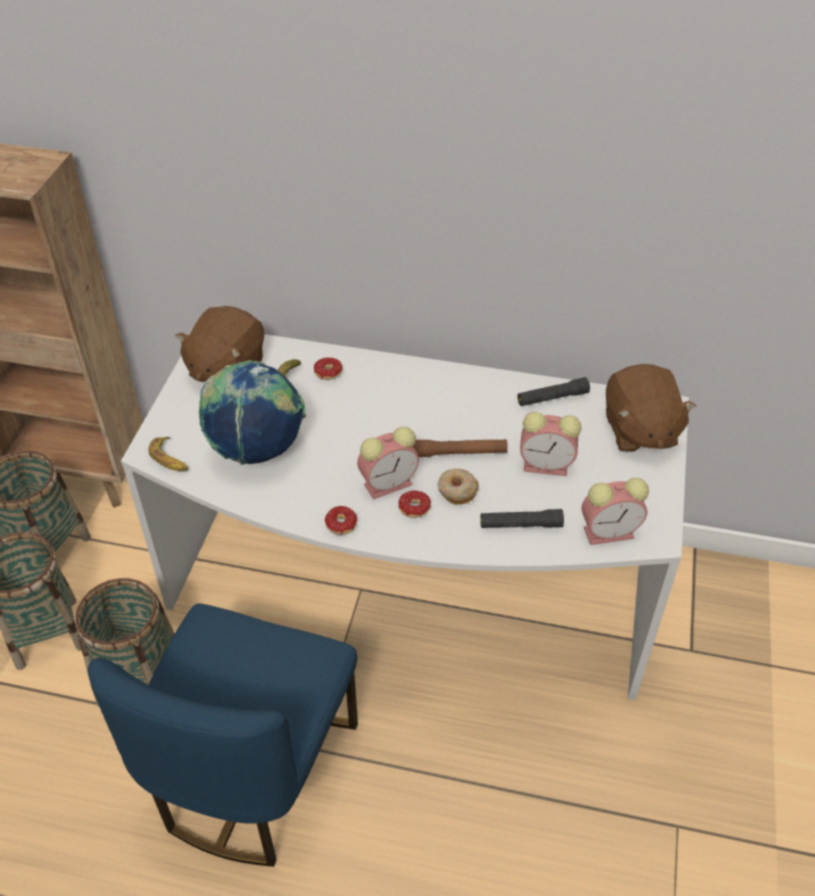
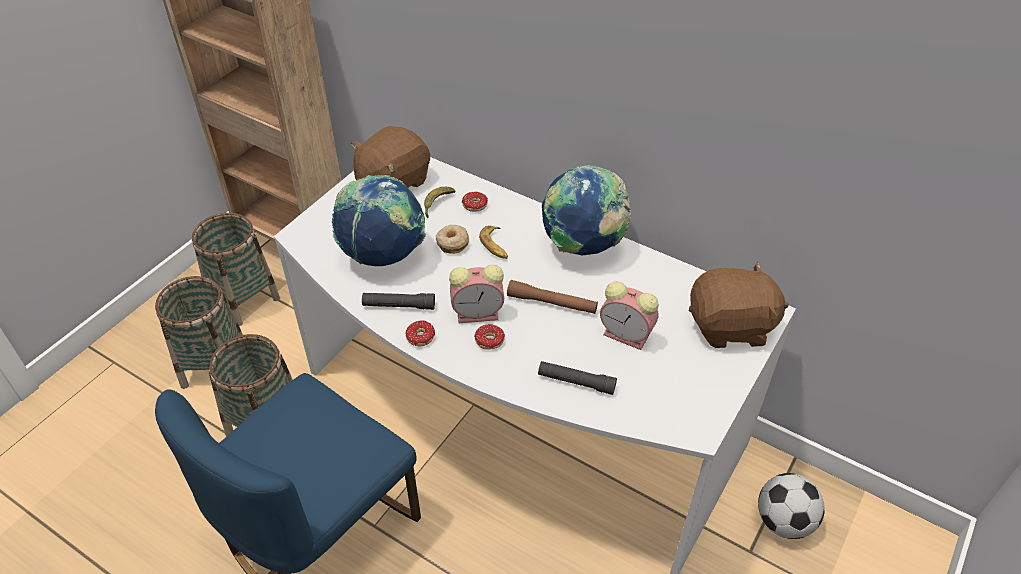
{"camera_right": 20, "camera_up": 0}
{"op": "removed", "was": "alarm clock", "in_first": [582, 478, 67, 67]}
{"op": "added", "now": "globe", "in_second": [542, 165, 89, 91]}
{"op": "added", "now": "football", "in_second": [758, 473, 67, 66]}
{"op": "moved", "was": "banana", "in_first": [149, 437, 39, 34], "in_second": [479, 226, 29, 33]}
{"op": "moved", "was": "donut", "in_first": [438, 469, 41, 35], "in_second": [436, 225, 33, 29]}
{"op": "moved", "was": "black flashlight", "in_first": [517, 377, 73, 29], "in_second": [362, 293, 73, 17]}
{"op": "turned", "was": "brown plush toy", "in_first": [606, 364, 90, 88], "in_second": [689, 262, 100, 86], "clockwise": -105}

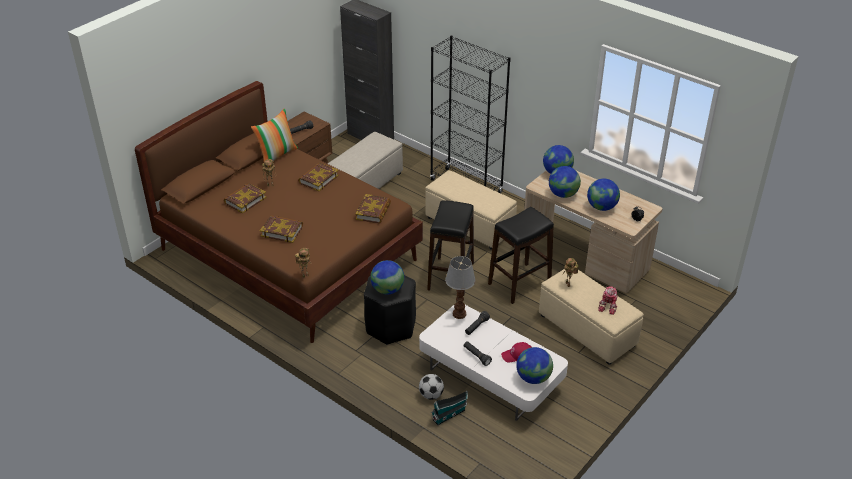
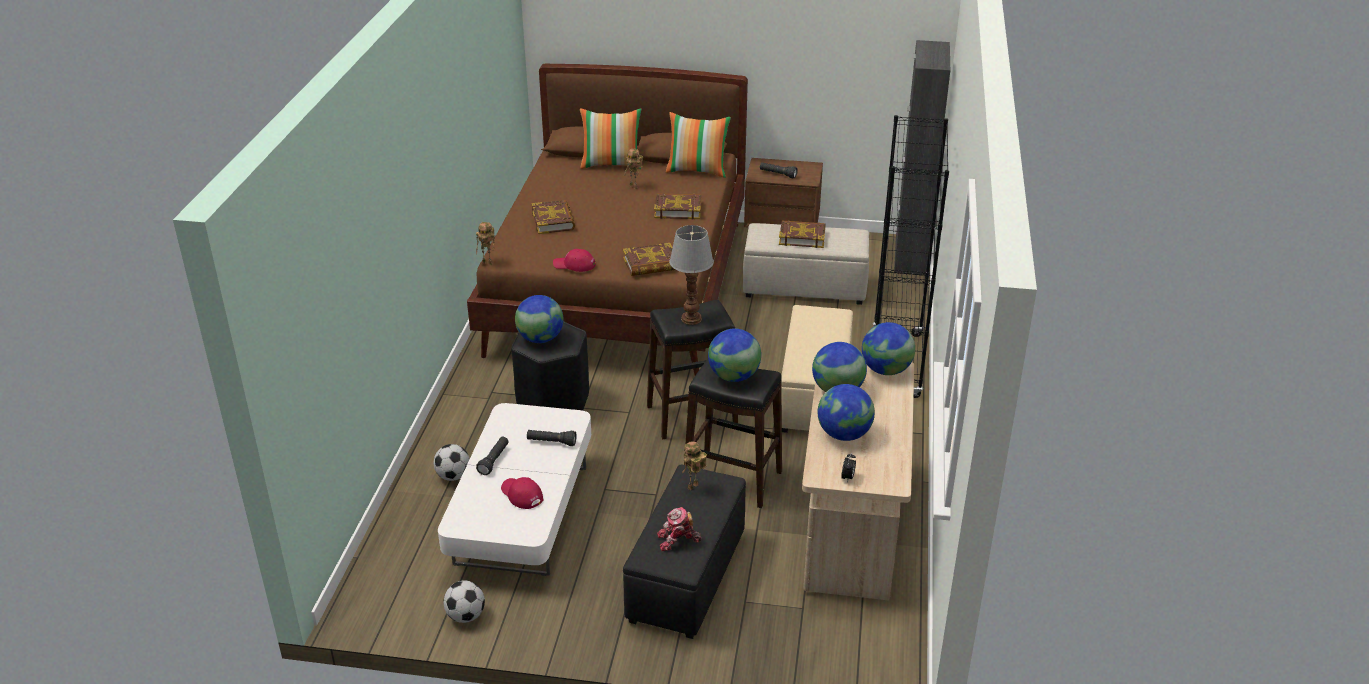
{"camera_right": 60, "camera_up": -5}
{"op": "removed", "was": "toy house", "in_first": [431, 391, 37, 34]}
{"op": "added", "now": "football", "in_second": [444, 581, 41, 42]}
{"op": "added", "now": "red cap", "in_second": [553, 249, 43, 23]}
{"op": "added", "now": "pillow", "in_second": [580, 108, 61, 61]}
{"op": "moved", "was": "book", "in_first": [224, 183, 43, 30], "in_second": [779, 220, 47, 28]}
{"op": "moved", "was": "table lamp", "in_first": [445, 256, 31, 63], "in_second": [669, 225, 45, 100]}
{"op": "moved", "was": "globe", "in_first": [516, 347, 37, 37], "in_second": [708, 328, 53, 54]}
{"op": "recoloured", "was": "beige ottoman", "now": "black ottoman", "in_first": [539, 269, 104, 96], "in_second": [623, 464, 123, 175]}

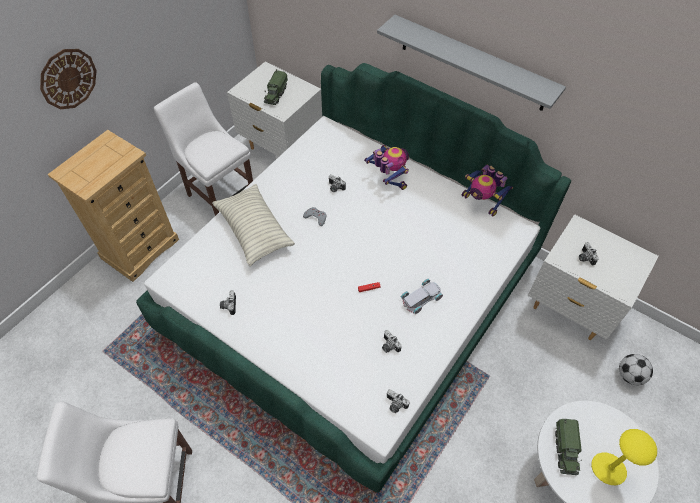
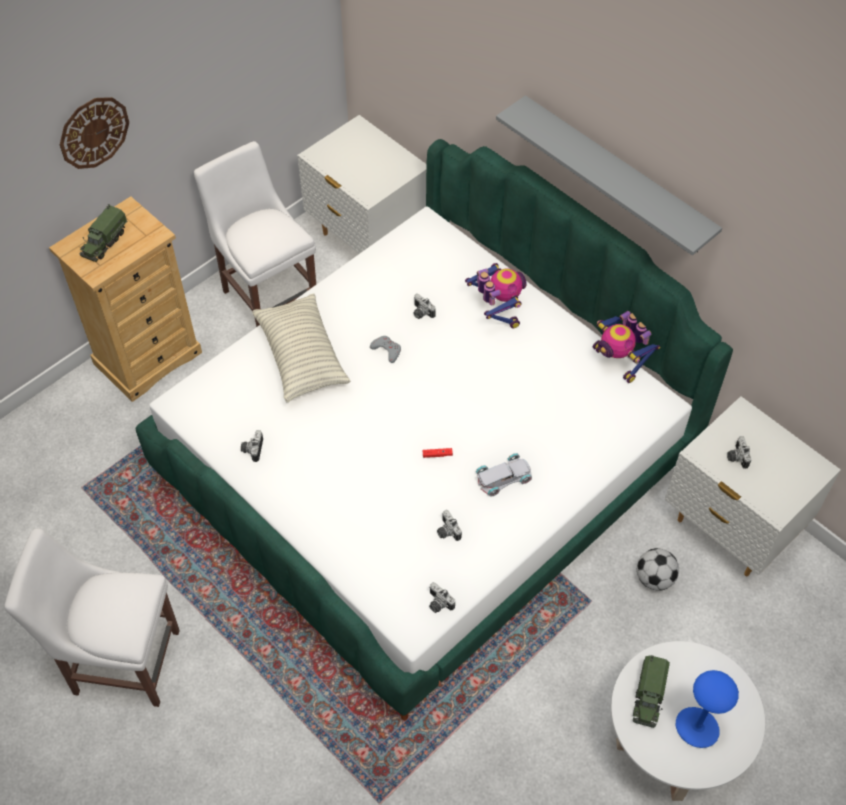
{"camera_right": 10, "camera_up": 0}
{"op": "moved", "was": "toy truck", "in_first": [264, 69, 24, 36], "in_second": [79, 204, 48, 58]}
{"op": "moved", "was": "football", "in_first": [619, 354, 34, 31], "in_second": [637, 548, 42, 43]}
{"op": "recoloured", "was": "yellow table lamp", "now": "blue table lamp", "in_first": [591, 429, 66, 56], "in_second": [676, 670, 63, 78]}

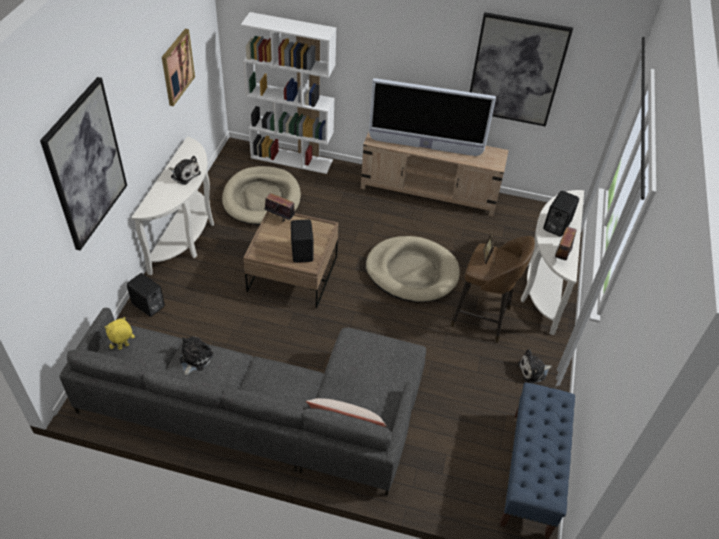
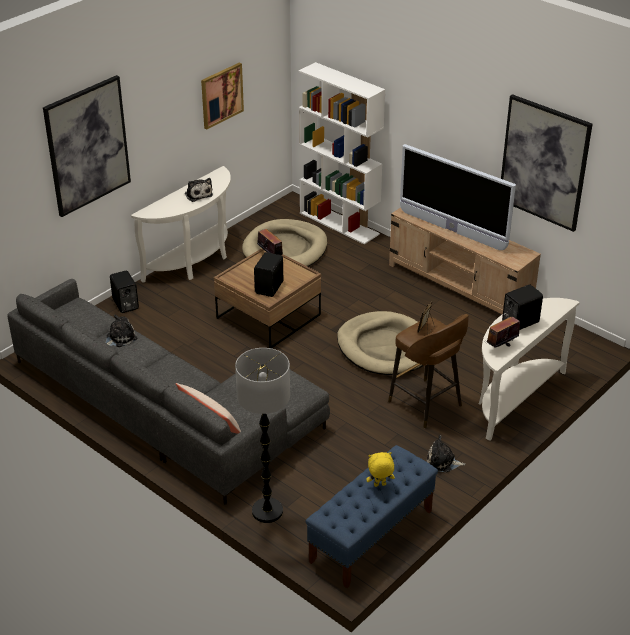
{"camera_right": 30, "camera_up": -10}
{"op": "added", "now": "floor lamp", "in_second": [235, 348, 55, 175]}
{"op": "moved", "was": "yellow plush toy", "in_first": [105, 317, 30, 33], "in_second": [366, 452, 29, 35]}

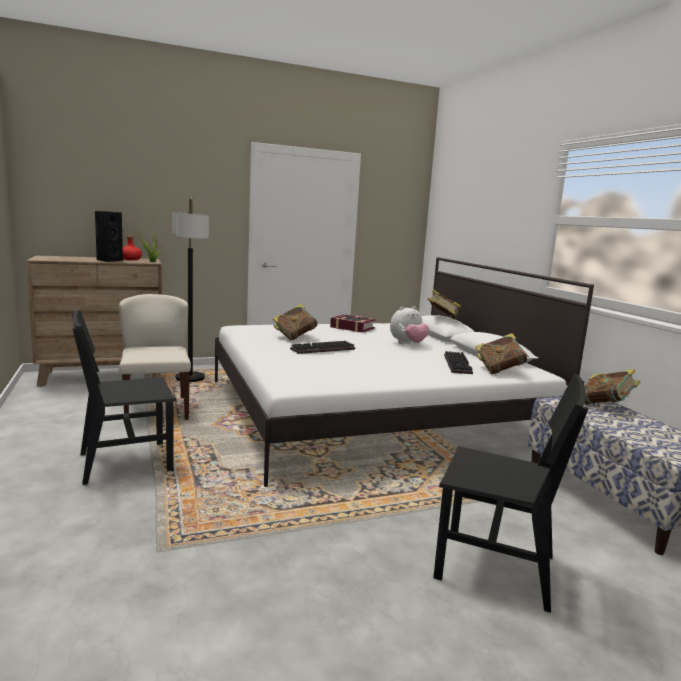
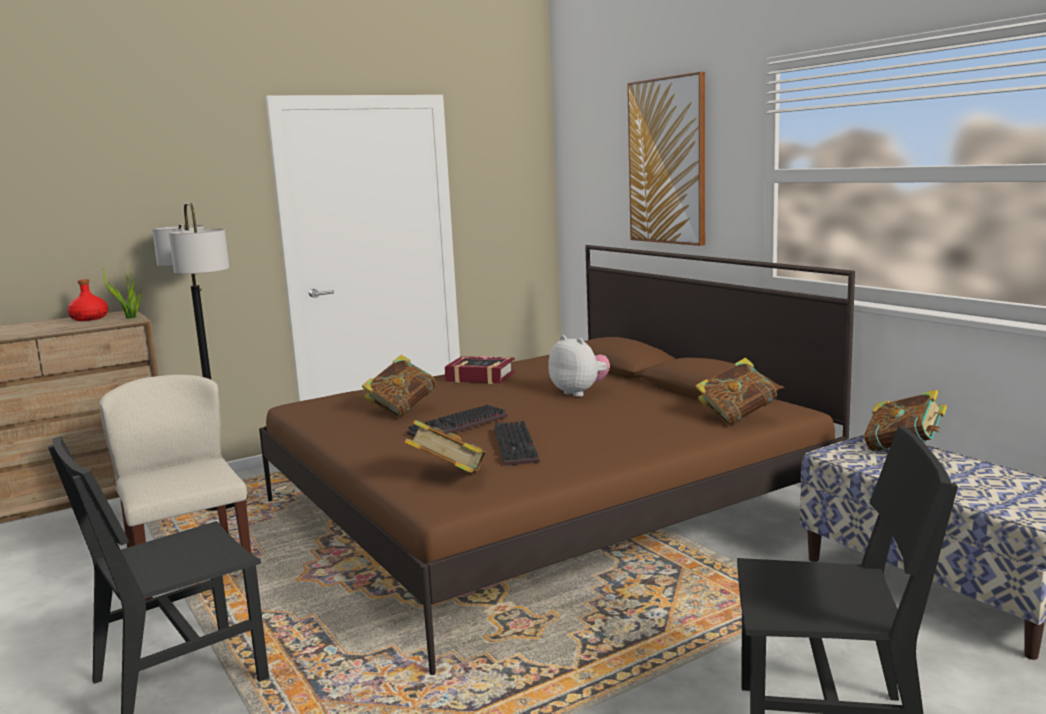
{"camera_right": -10, "camera_up": 0}
{"op": "removed", "was": "black speaker", "in_first": [95, 211, 28, 51]}
{"op": "added", "now": "picture", "in_second": [627, 72, 78, 174]}
{"op": "moved", "was": "book", "in_first": [427, 290, 34, 29], "in_second": [404, 420, 82, 53]}
{"op": "moved", "was": "keyboard", "in_first": [444, 351, 29, 23], "in_second": [494, 421, 46, 45]}
{"op": "recoloured", "was": "white bed", "now": "brown bed", "in_first": [215, 257, 379, 230], "in_second": [259, 245, 596, 430]}
{"op": "turned", "was": "plush toy", "in_first": [390, 306, 39, 38], "in_second": [548, 335, 62, 62], "clockwise": -90}

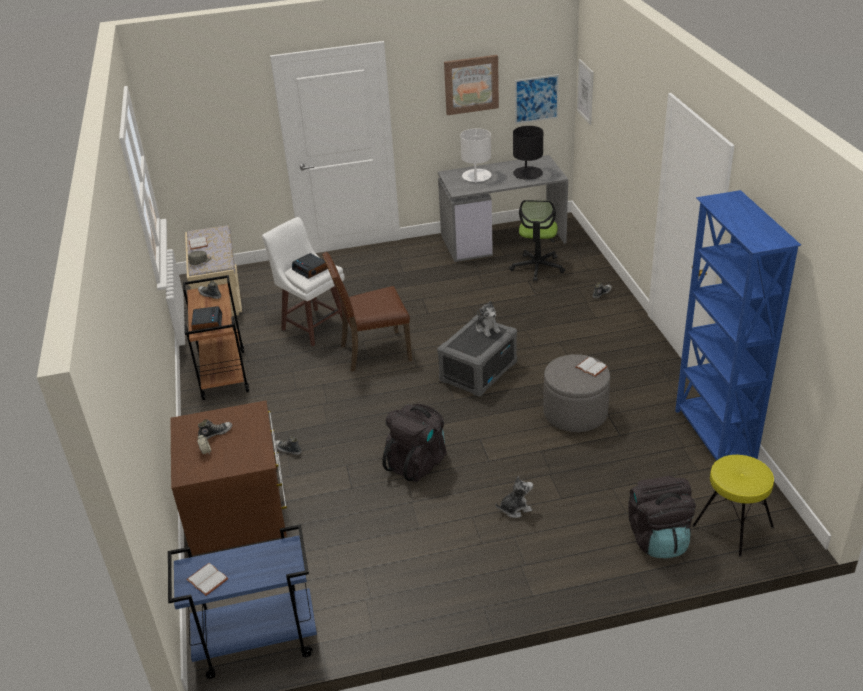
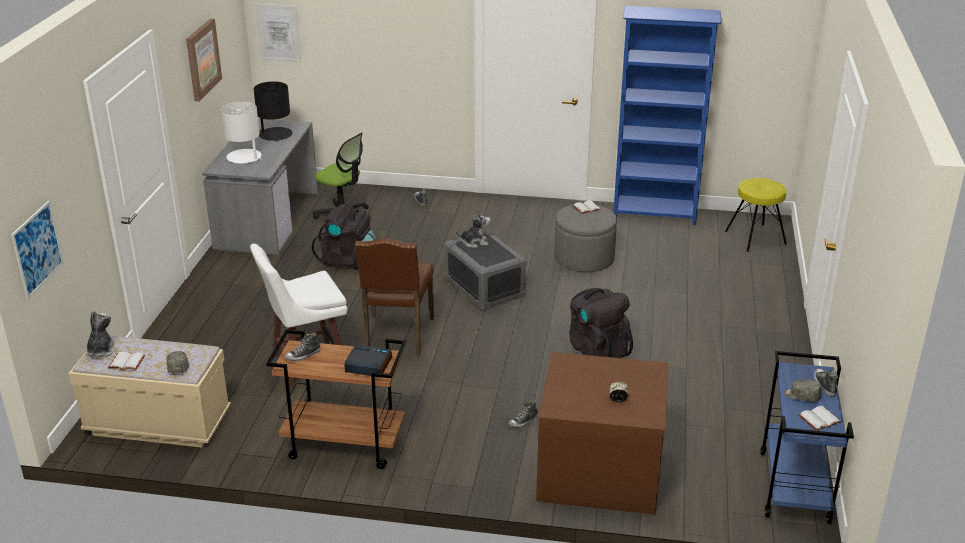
{"camera_right": -70, "camera_up": -5}
{"op": "removed", "was": "alarm clock", "in_first": [292, 253, 36, 26]}
{"op": "added", "now": "grey cap", "in_second": [784, 379, 38, 23]}
{"op": "moved", "was": "shoe", "in_first": [198, 419, 34, 20], "in_second": [814, 368, 24, 28]}
{"op": "moved", "was": "plush toy", "in_first": [495, 477, 38, 41], "in_second": [86, 311, 30, 46]}
{"op": "moved", "was": "picture", "in_first": [515, 74, 44, 50], "in_second": [11, 201, 52, 98]}
{"op": "moved", "was": "black backpack", "in_first": [628, 476, 68, 83], "in_second": [312, 203, 65, 67]}

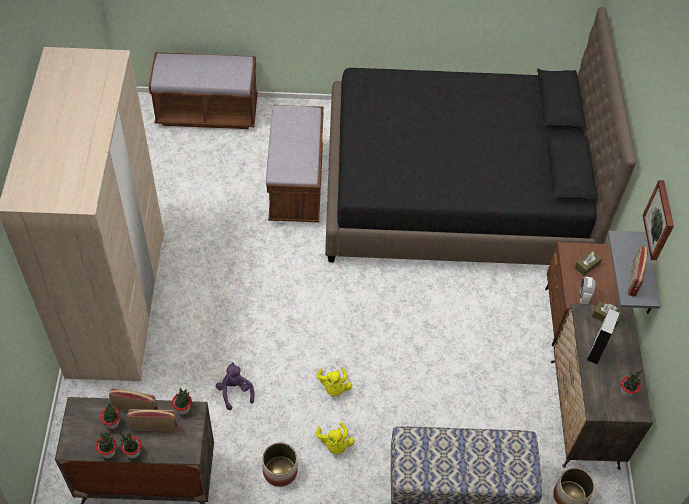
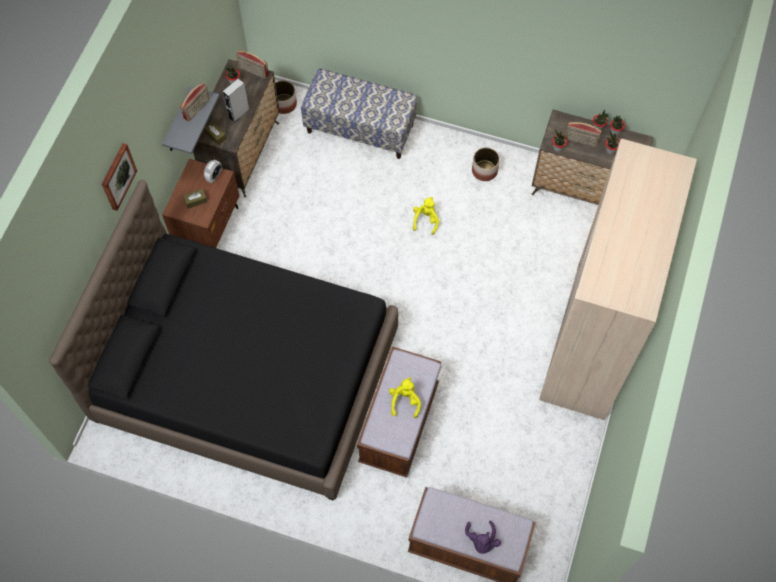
{"camera_right": -160, "camera_up": 10}
{"op": "moved", "was": "radio", "in_first": [109, 388, 49, 23], "in_second": [236, 50, 33, 29]}
{"op": "moved", "was": "purple plush toy", "in_first": [216, 362, 38, 48], "in_second": [465, 521, 36, 33]}
{"op": "moved", "was": "yellow plush toy", "in_first": [316, 422, 39, 32], "in_second": [389, 377, 32, 41]}
{"op": "moved", "was": "picture", "in_first": [643, 180, 31, 80], "in_second": [102, 143, 35, 68]}

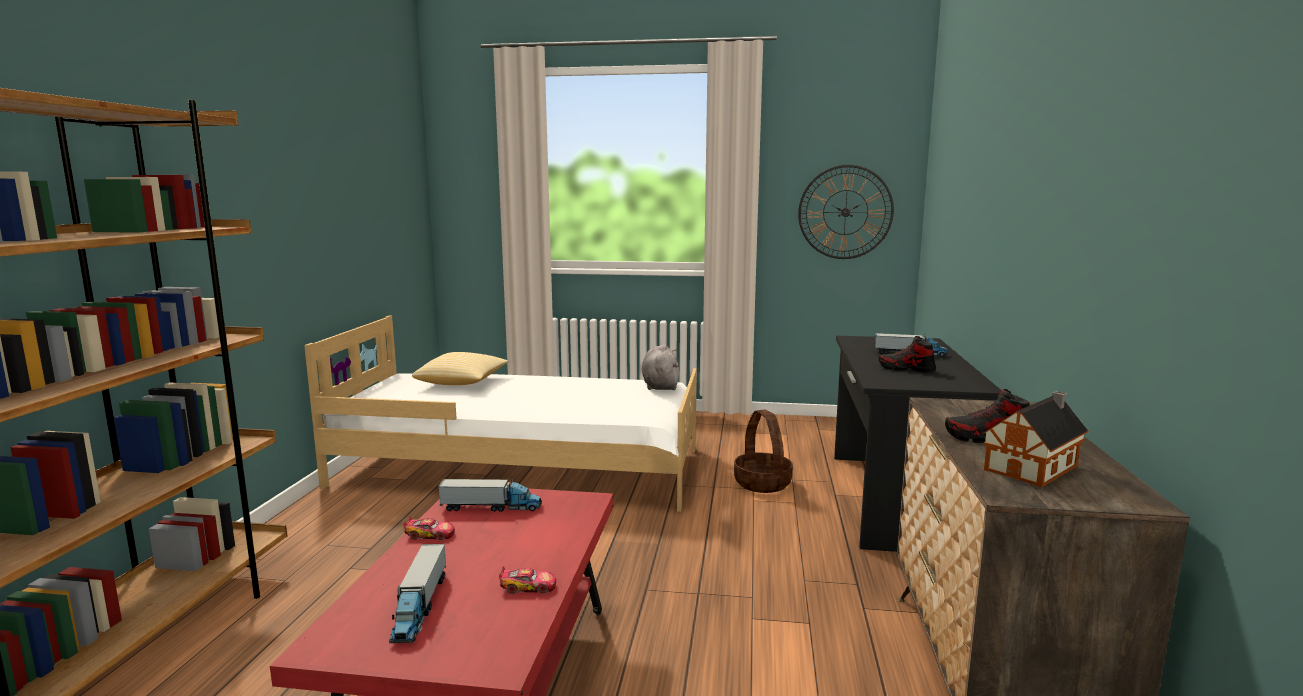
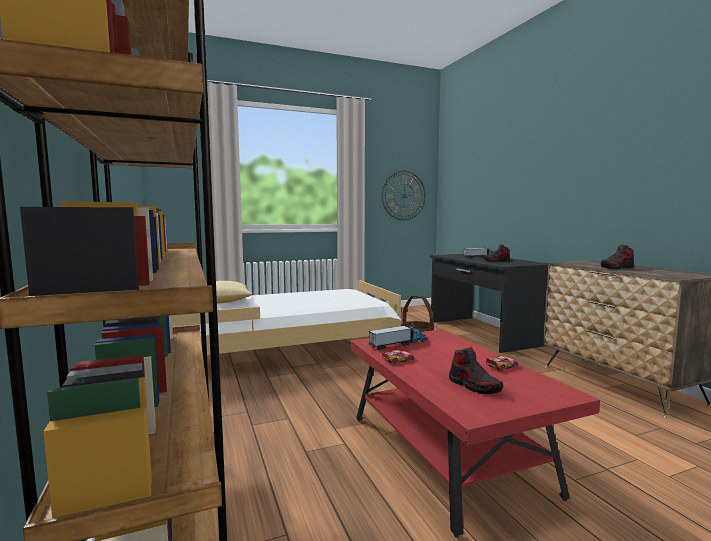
{"camera_right": -30, "camera_up": -5}
{"op": "removed", "was": "grey plush toy", "in_first": [642, 344, 37, 46]}
{"op": "removed", "was": "toy house", "in_first": [982, 391, 107, 96]}
{"op": "replaced", "was": "toy truck", "now": "shoe", "in_first": [389, 544, 57, 99], "in_second": [449, 347, 54, 47]}

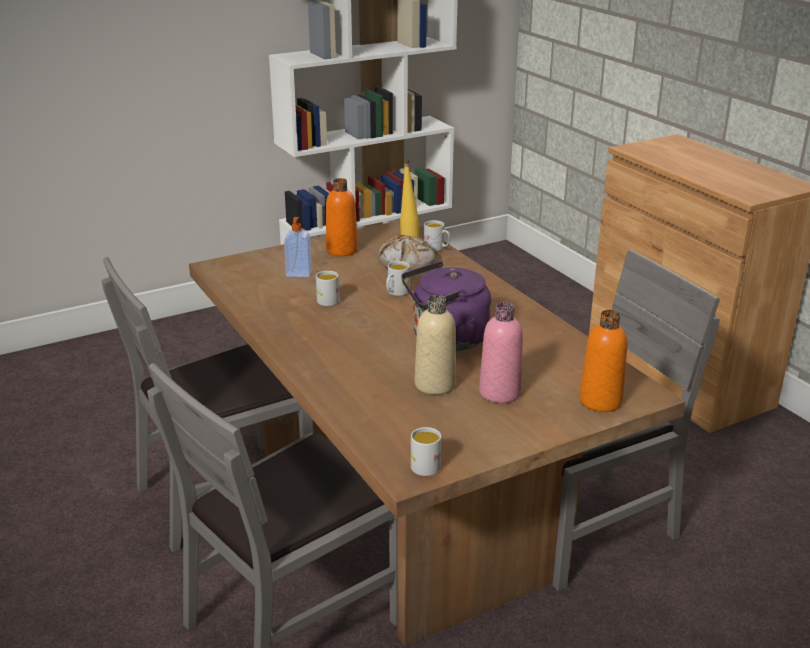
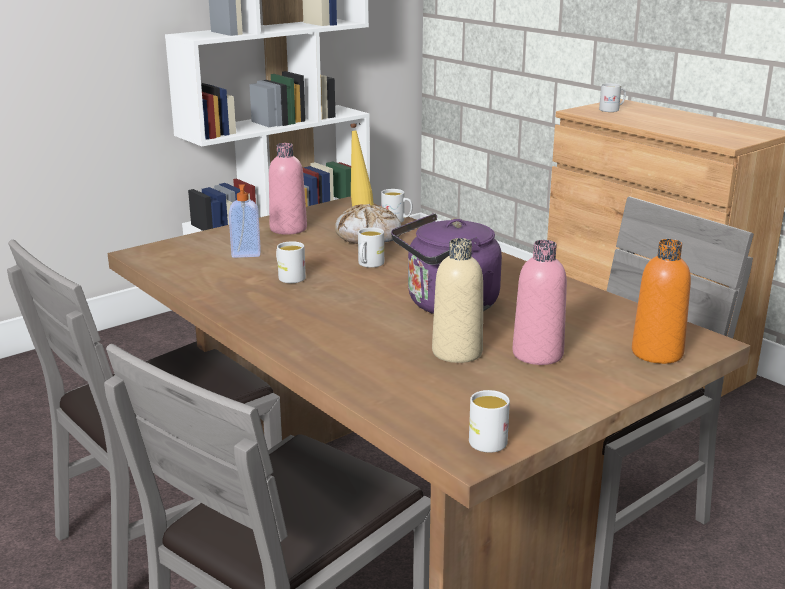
{"camera_right": -10, "camera_up": -5}
{"op": "added", "now": "white mug", "in_second": [599, 83, 27, 29]}
{"op": "recoloured", "was": "orange bottle", "now": "pink bottle", "in_first": [326, 178, 32, 78], "in_second": [269, 143, 38, 92]}

